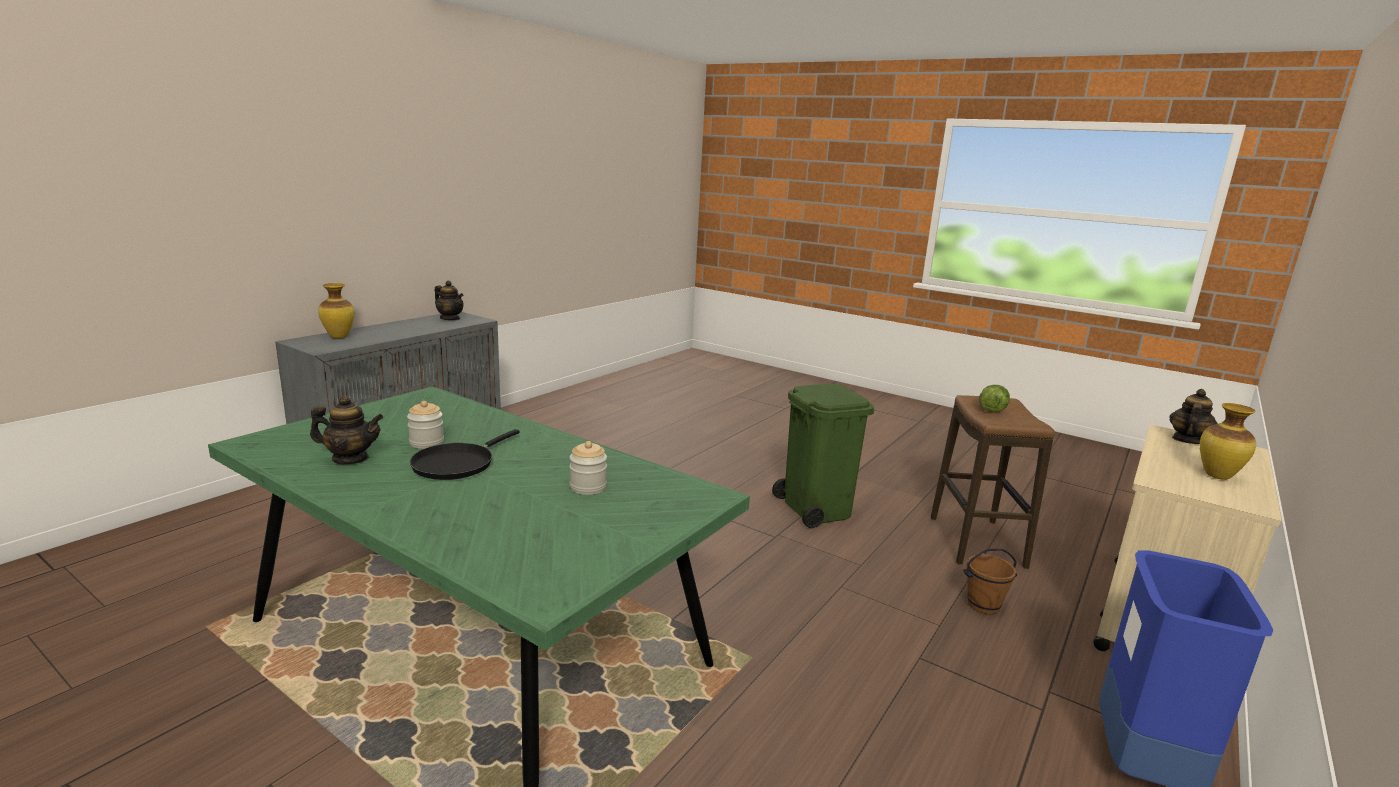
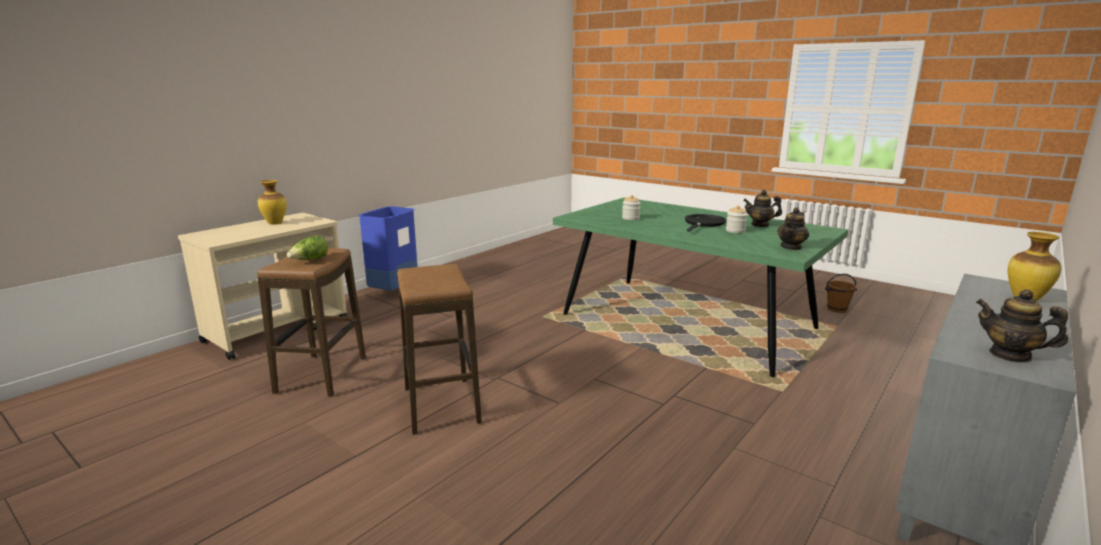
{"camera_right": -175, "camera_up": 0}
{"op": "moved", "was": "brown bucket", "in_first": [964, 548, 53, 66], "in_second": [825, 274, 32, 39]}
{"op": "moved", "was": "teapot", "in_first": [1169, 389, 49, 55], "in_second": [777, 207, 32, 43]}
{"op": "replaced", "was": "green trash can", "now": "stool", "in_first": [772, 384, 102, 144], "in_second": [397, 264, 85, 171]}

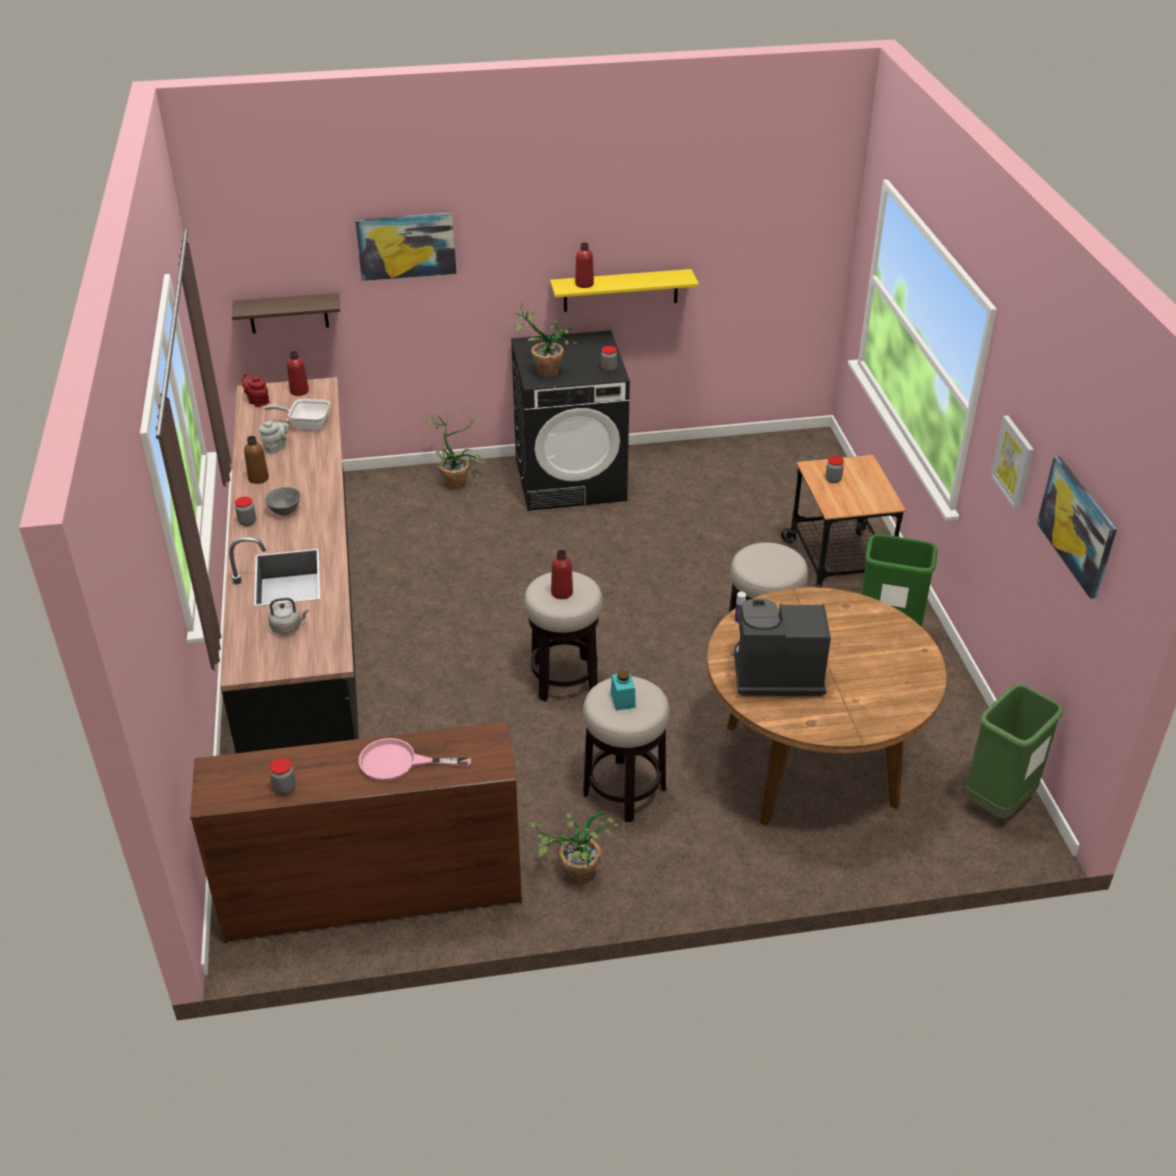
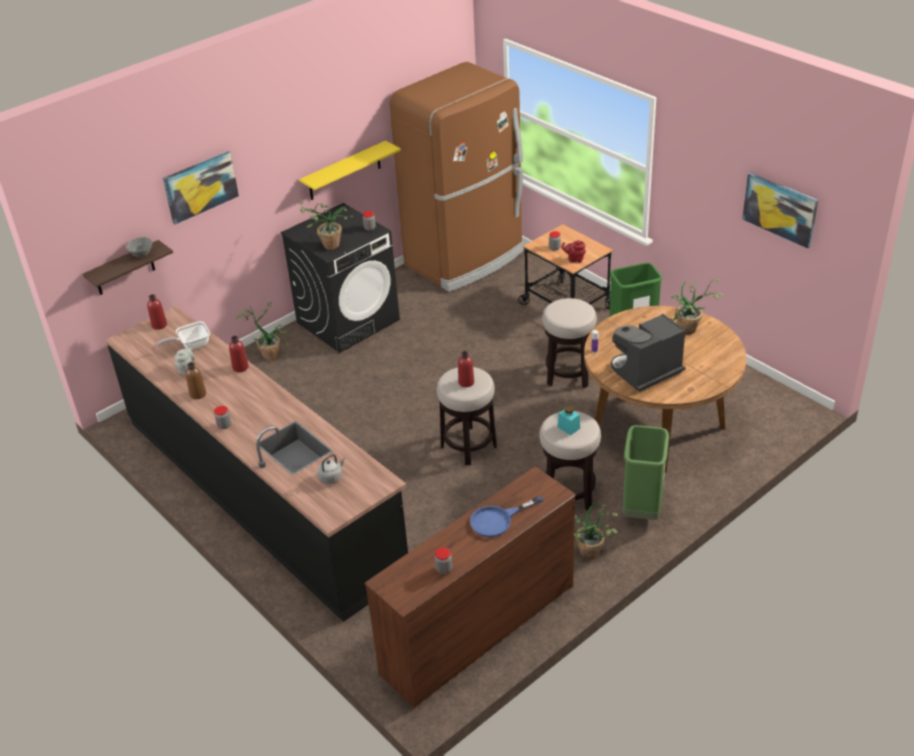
{"camera_right": -30, "camera_up": 0}
{"op": "removed", "was": "picture", "in_first": [990, 415, 44, 96]}
{"op": "added", "now": "brown fridge", "in_second": [390, 62, 134, 230]}
{"op": "added", "now": "potted plant", "in_second": [670, 279, 53, 56]}
{"op": "moved", "was": "red teapot", "in_first": [242, 373, 27, 34], "in_second": [561, 240, 25, 23]}
{"op": "moved", "was": "grey bowl", "in_first": [264, 487, 37, 28], "in_second": [126, 237, 27, 21]}
{"op": "moved", "was": "red bottle", "in_first": [575, 243, 19, 45], "in_second": [229, 336, 20, 36]}
{"op": "moved", "was": "green trash can", "in_first": [964, 684, 99, 135], "in_second": [623, 425, 46, 95]}
{"op": "recoloured", "was": "pink frying pan", "now": "blue frying pan", "in_first": [359, 738, 112, 44], "in_second": [470, 496, 73, 41]}

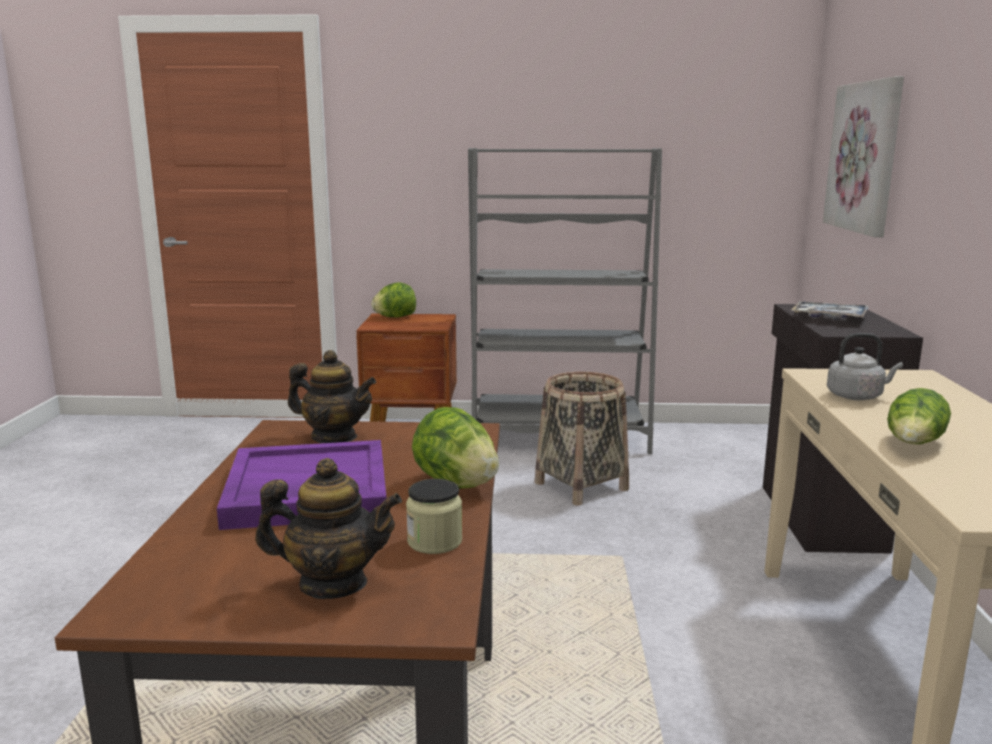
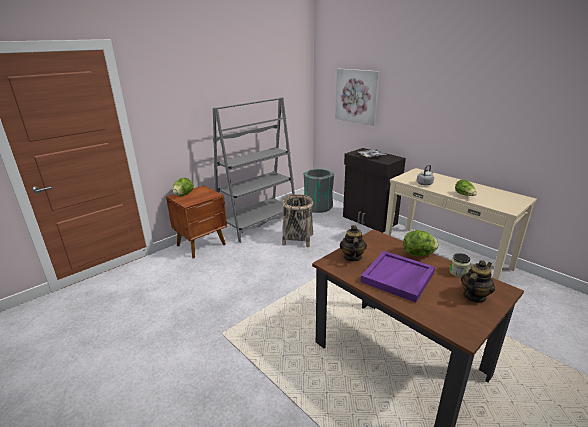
{"camera_right": -45, "camera_up": 10}
{"op": "added", "now": "grey trash can", "in_second": [304, 169, 30, 44]}
{"op": "turned", "was": "teapot", "in_first": [288, 350, 88, 93], "in_second": [340, 225, 27, 37], "clockwise": -60}

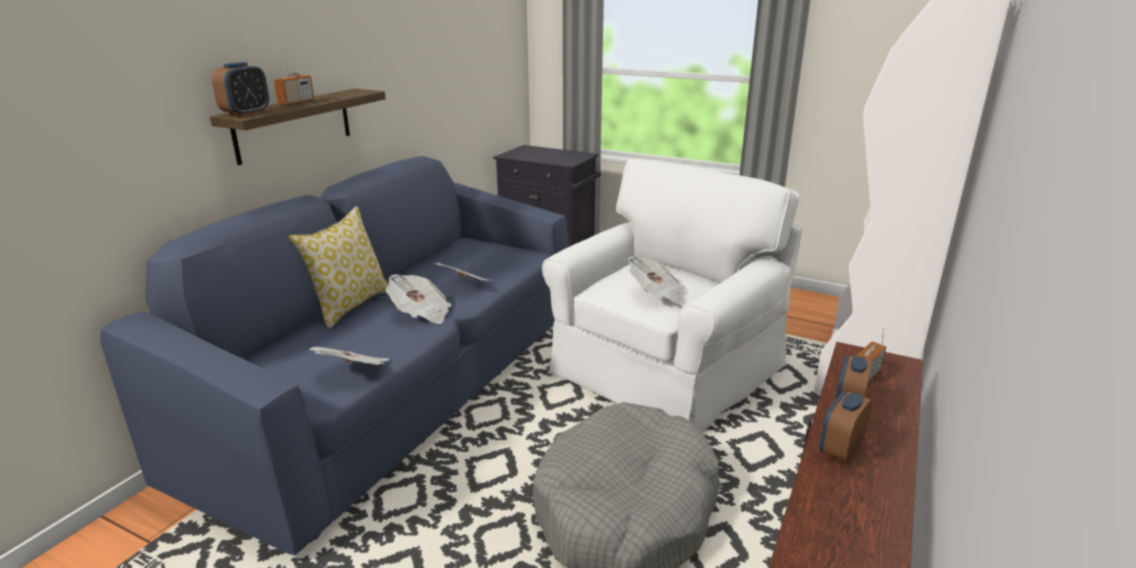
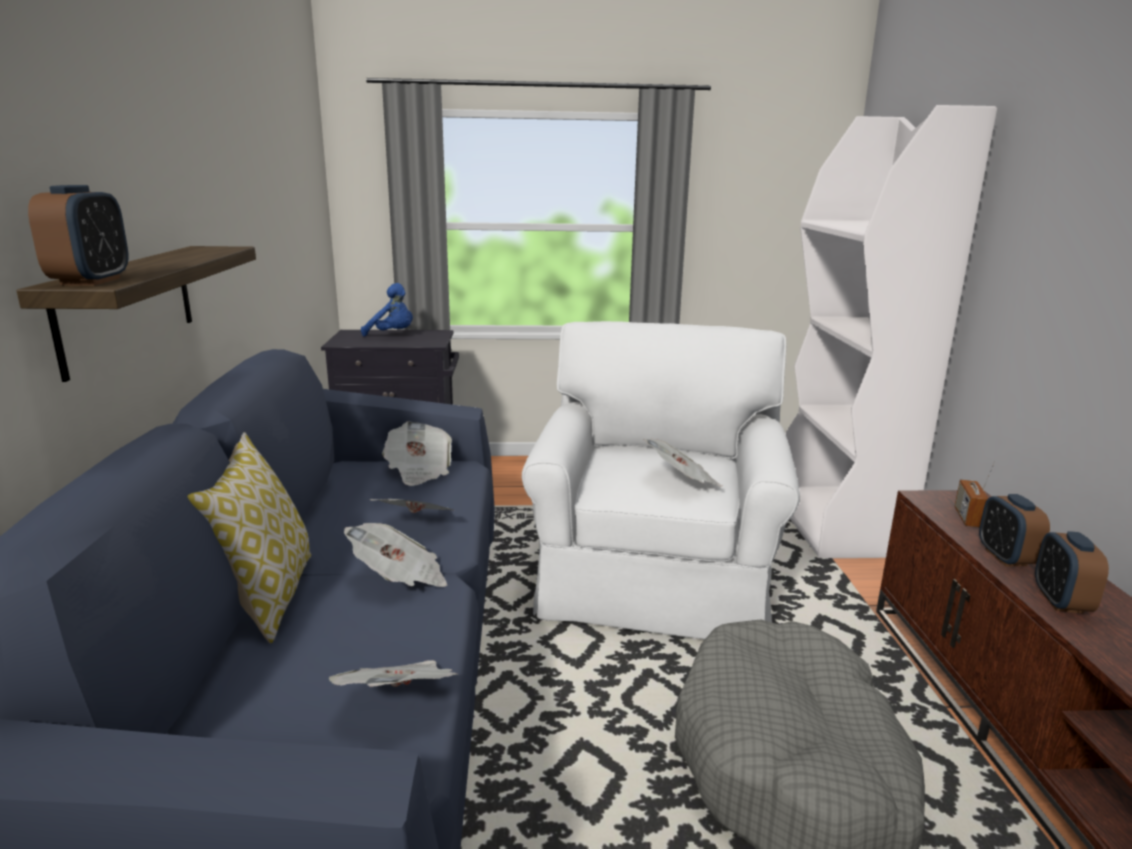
{"camera_right": -30, "camera_up": -5}
{"op": "removed", "was": "radio", "in_first": [273, 48, 41, 57]}
{"op": "added", "now": "blue plush toy", "in_second": [361, 283, 52, 53]}
{"op": "added", "now": "newspaper", "in_second": [382, 421, 70, 65]}

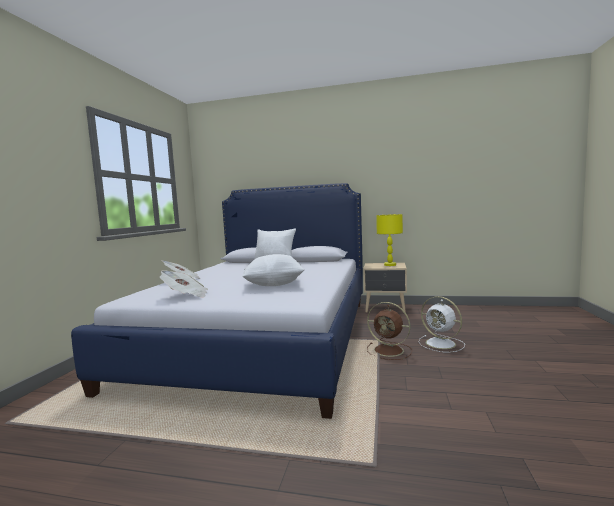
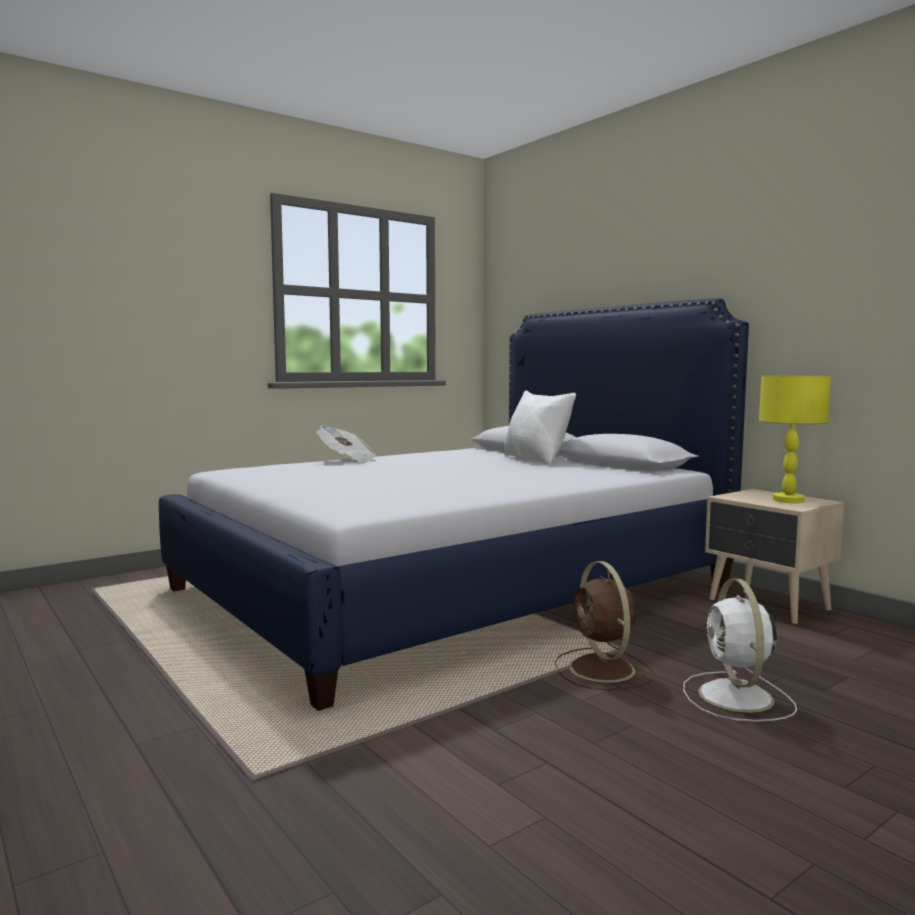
{"camera_right": 40, "camera_up": 0}
{"op": "removed", "was": "newspaper", "in_first": [160, 270, 48, 27]}
{"op": "removed", "was": "white pillow", "in_first": [242, 254, 63, 32]}

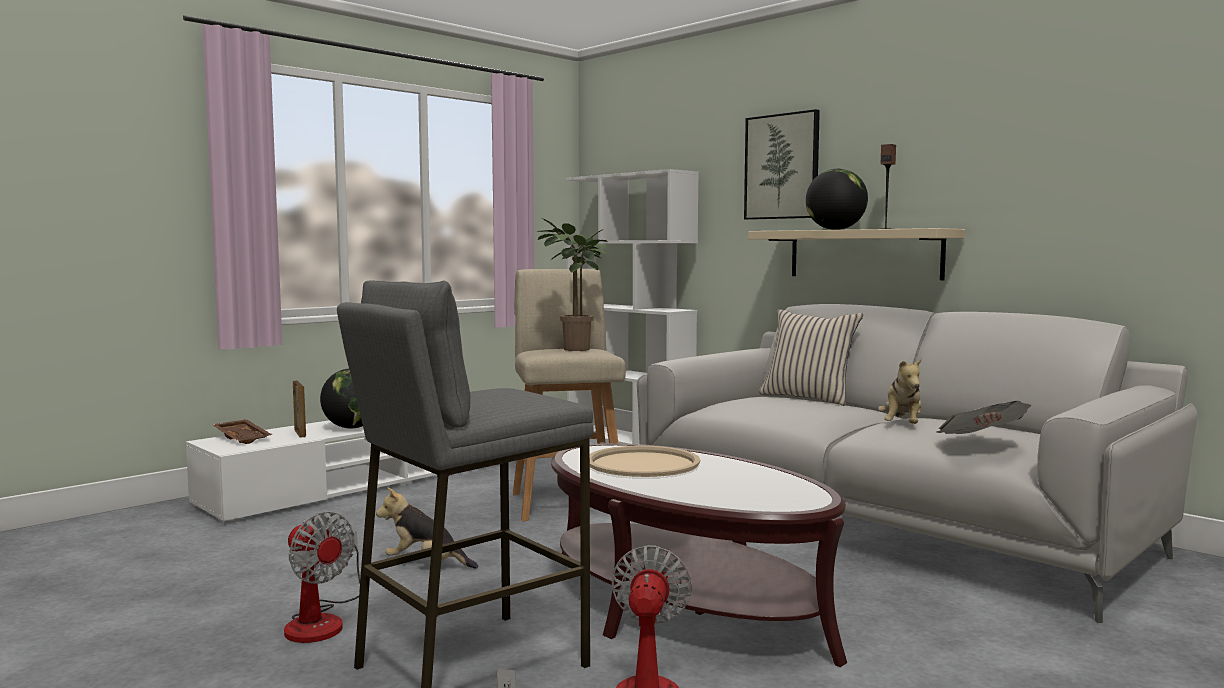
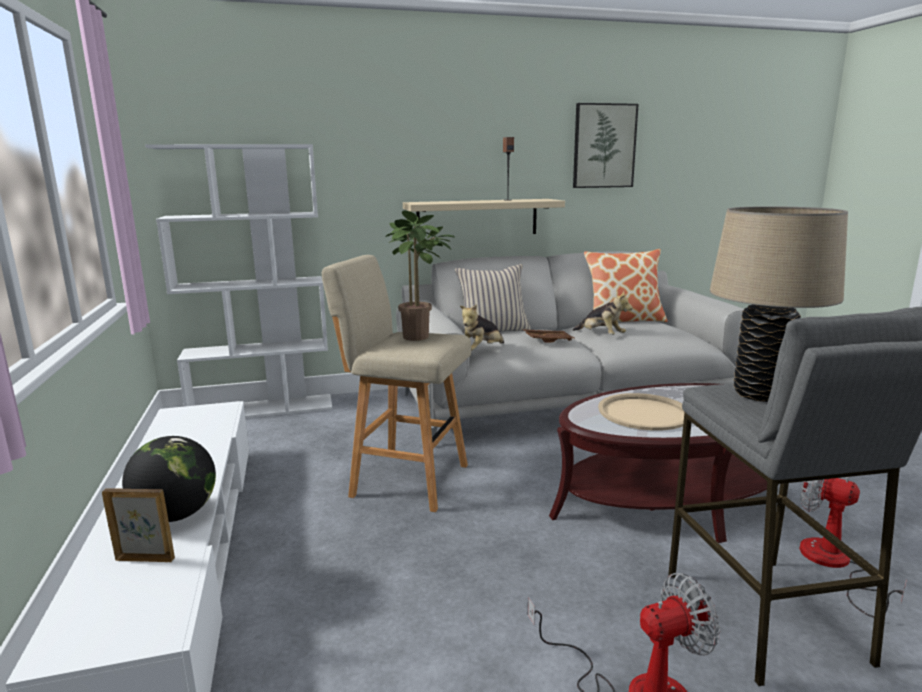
{"camera_right": -60, "camera_up": 10}
{"op": "removed", "was": "globe", "in_first": [806, 169, 62, 61]}
{"op": "removed", "was": "newspaper", "in_first": [937, 401, 94, 33]}
{"op": "added", "now": "pillow", "in_second": [584, 249, 84, 73]}
{"op": "added", "now": "beige table lamp", "in_second": [710, 206, 138, 196]}
{"op": "moved", "was": "brown tray", "in_first": [213, 419, 60, 25], "in_second": [522, 329, 54, 14]}
{"op": "moved", "was": "plush toy", "in_first": [376, 487, 102, 82], "in_second": [460, 304, 44, 47]}
{"op": "moved", "was": "picture", "in_first": [744, 109, 76, 111], "in_second": [573, 103, 66, 85]}

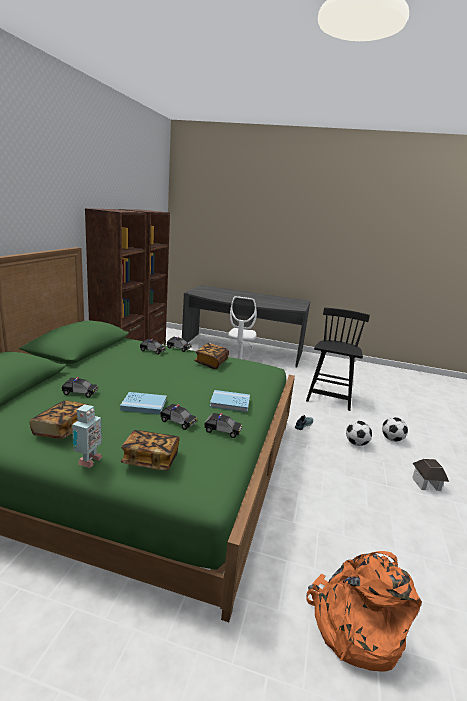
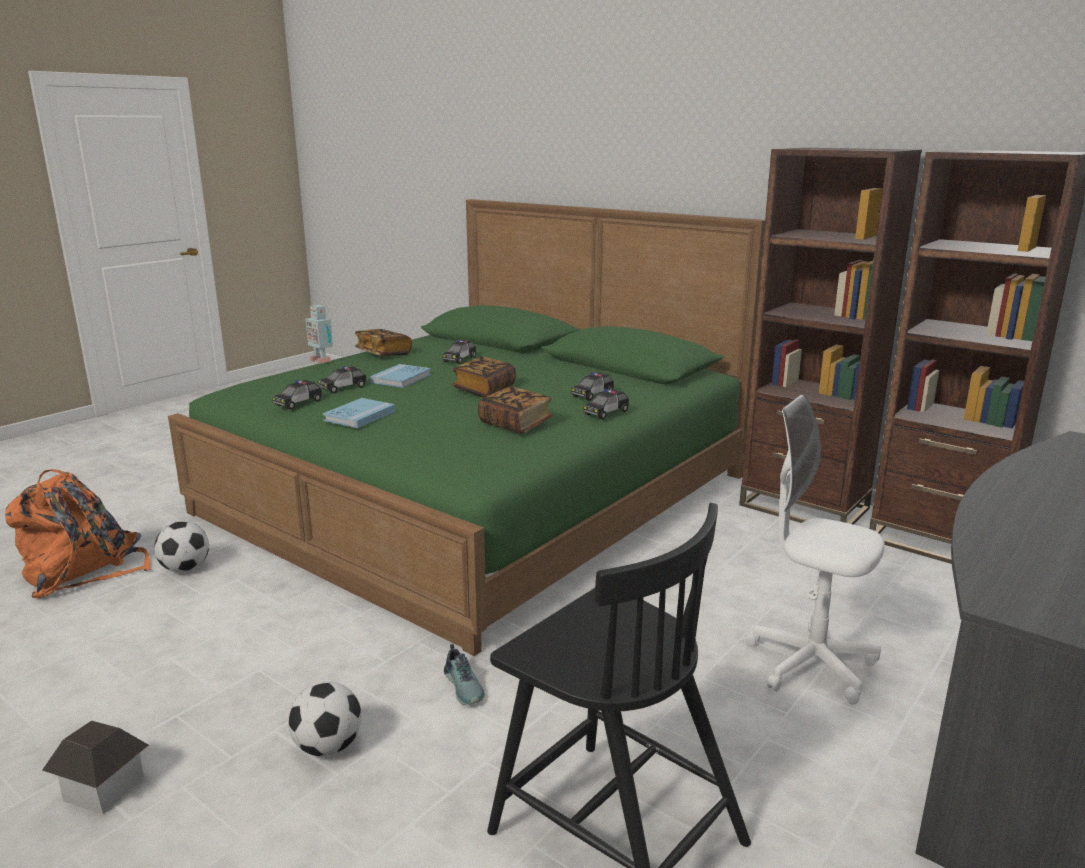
{"camera_right": 115, "camera_up": 0}
{"op": "moved", "was": "book", "in_first": [120, 430, 60, 41], "in_second": [452, 357, 64, 40]}
{"op": "moved", "was": "football", "in_first": [382, 417, 26, 25], "in_second": [154, 521, 55, 51]}

